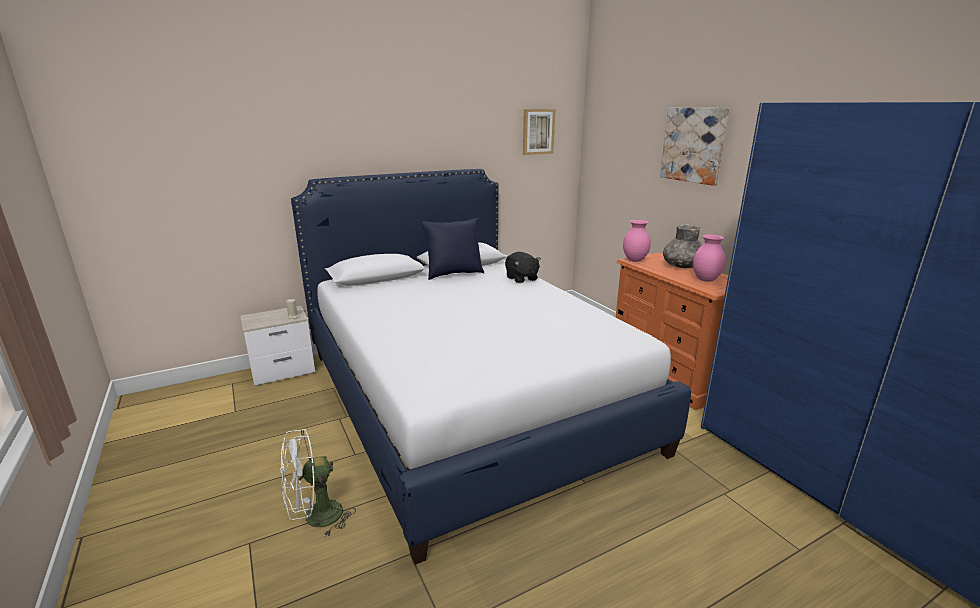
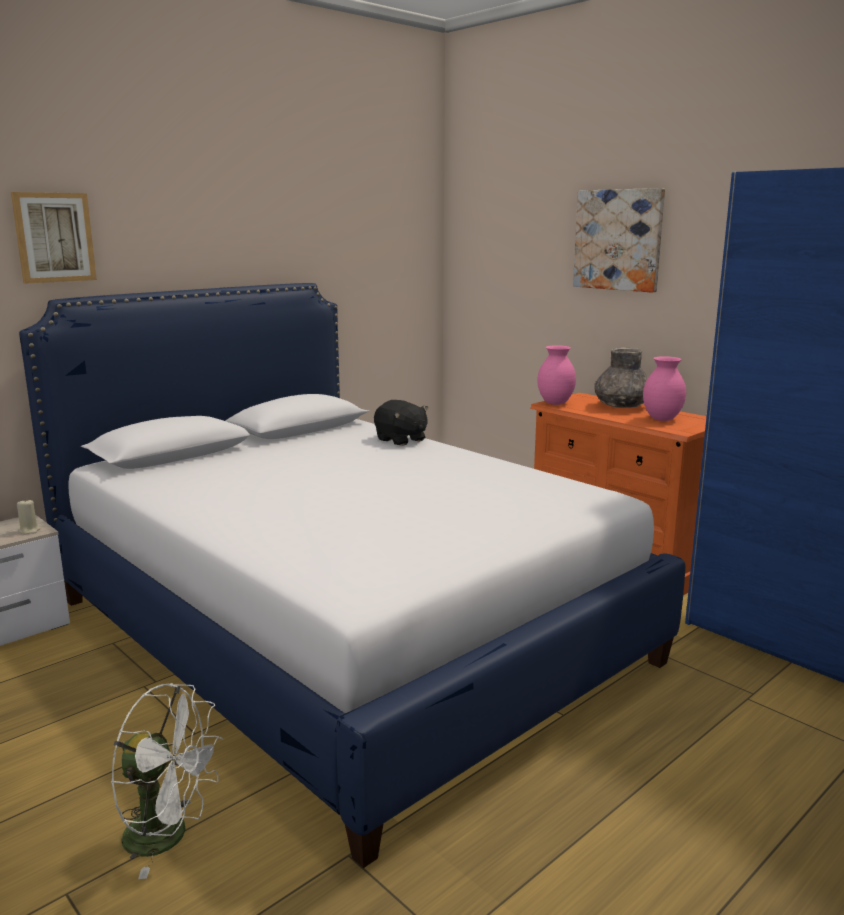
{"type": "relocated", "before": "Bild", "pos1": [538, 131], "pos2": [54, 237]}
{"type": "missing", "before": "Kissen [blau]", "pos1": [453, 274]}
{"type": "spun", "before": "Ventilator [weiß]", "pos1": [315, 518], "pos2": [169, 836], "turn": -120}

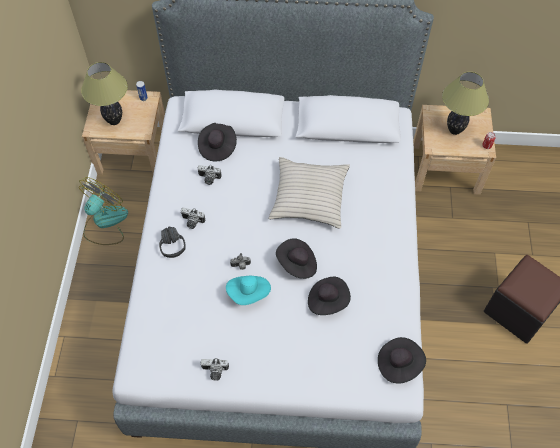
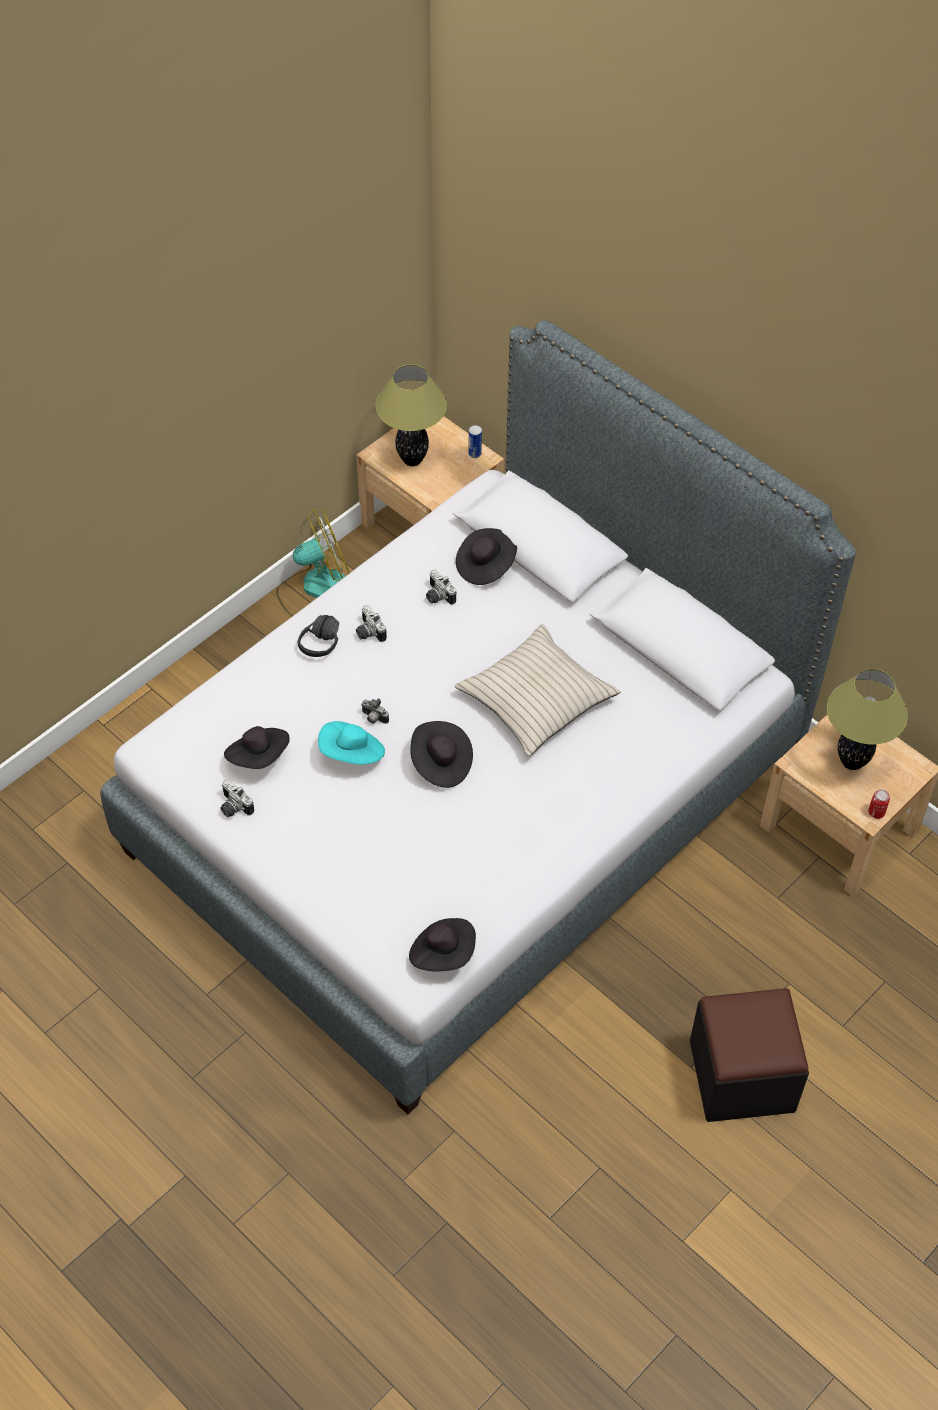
{"type": "relocated", "before": "Hut [schwarz]", "pos1": [327, 300], "pos2": [259, 757]}

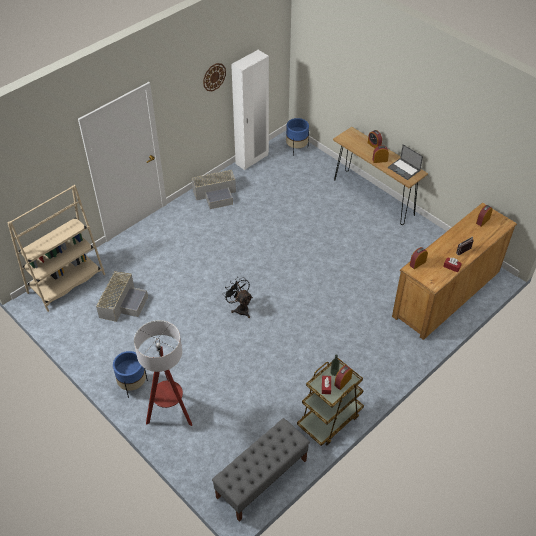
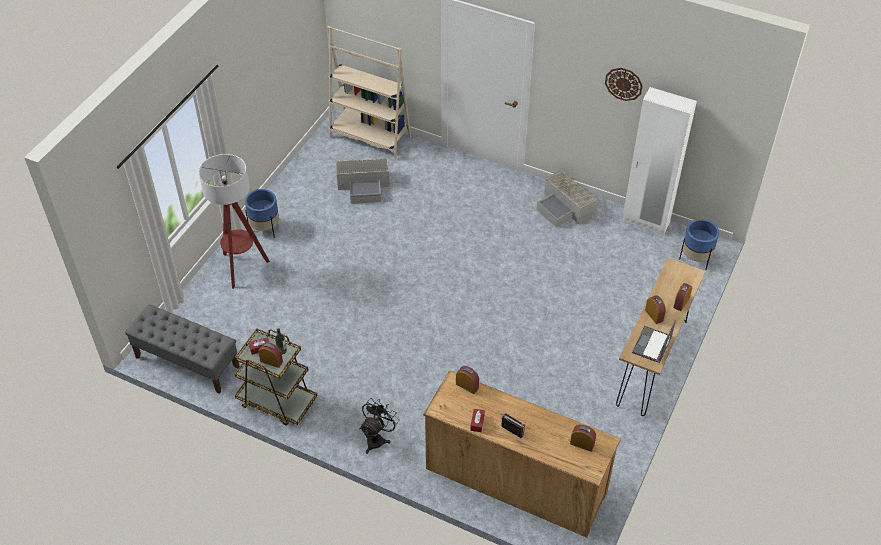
{"type": "relocated", "before": "Ventilator [schwarz]", "pos1": [240, 308], "pos2": [377, 438]}

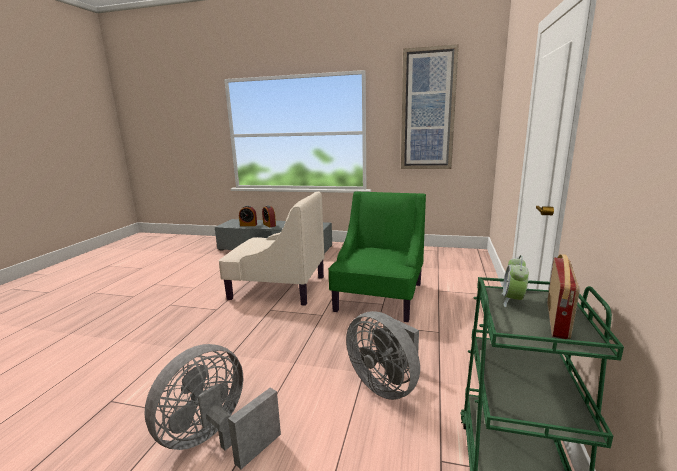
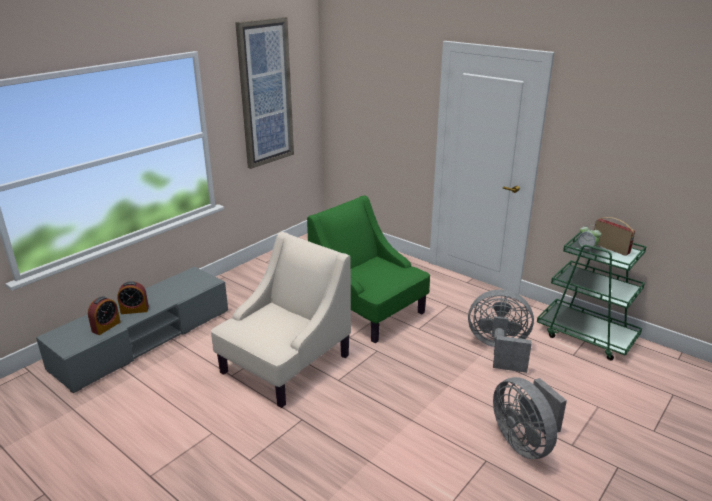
{"type": "spun", "before": "Ventilator [grau]", "pos1": [385, 384], "pos2": [499, 350], "turn": -150}

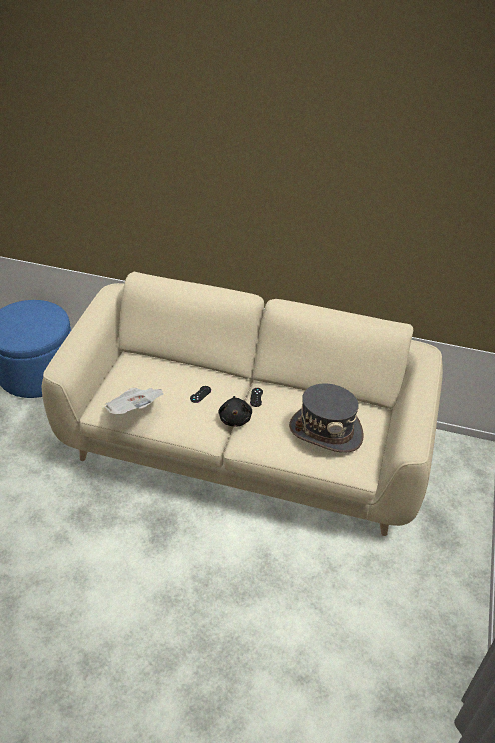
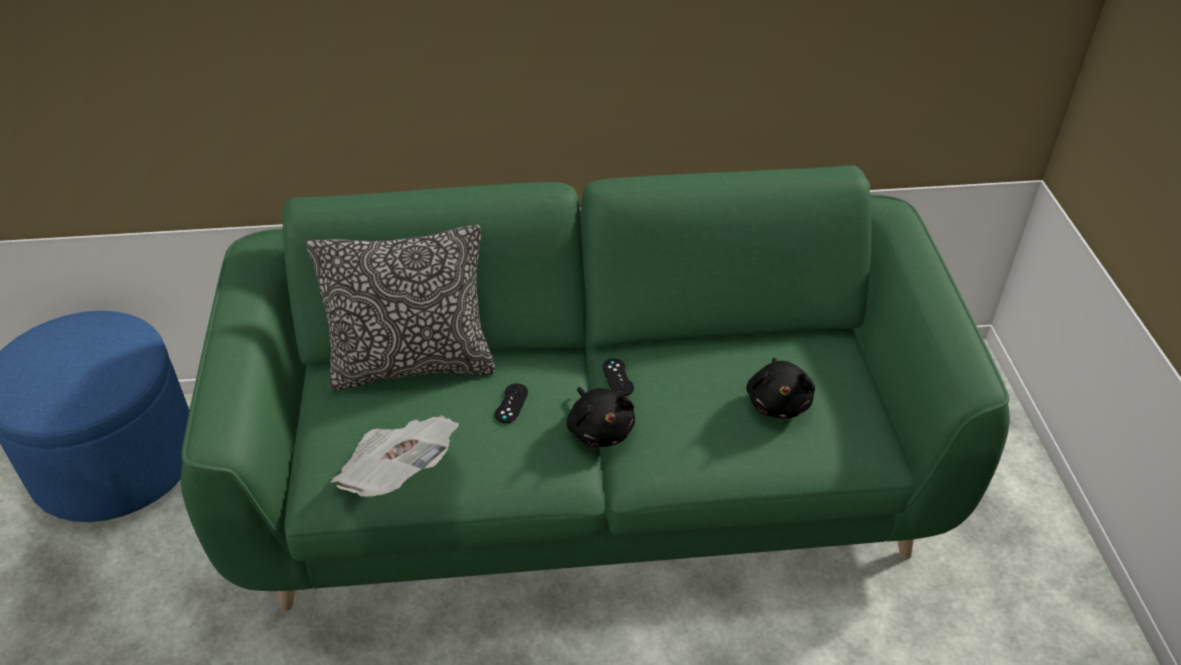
{"type": "colour", "before": "Sofa [beige]", "after": "Sofa [grün]", "pos1": [244, 449], "pos2": [590, 482]}
{"type": "exchanged", "before": "Hut [grau]", "after": "Plüschtier [schwarz]", "pos1": [326, 431], "pos2": [778, 402]}
{"type": "appeared", "after": "Kissen", "pos2": [412, 365]}

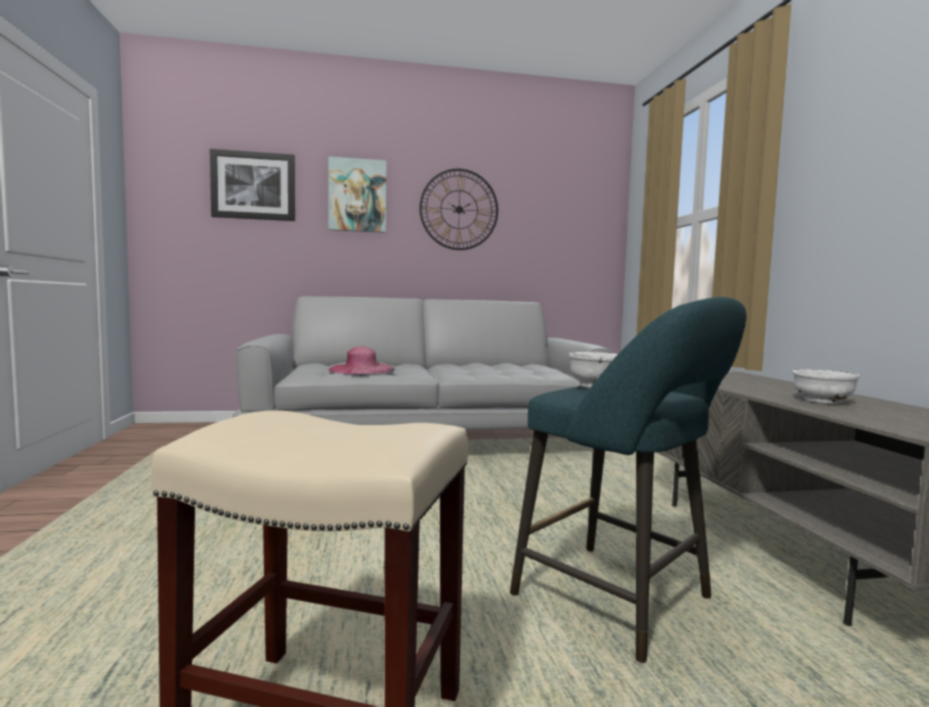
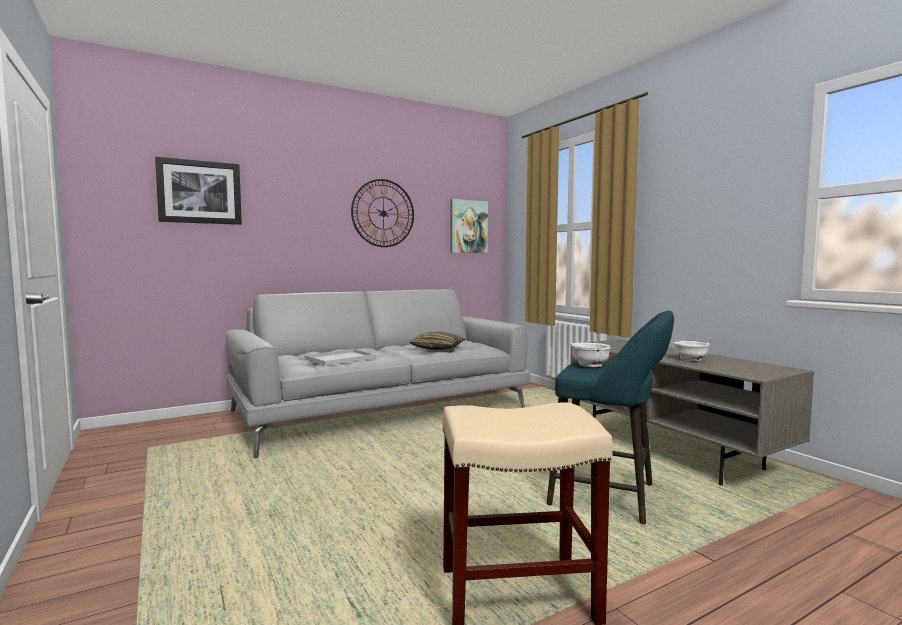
{"type": "relocated", "before": "Bild", "pos1": [357, 195], "pos2": [468, 226]}
{"type": "exchanged", "before": "Hut [rosa]", "after": "Tablett [weiß]", "pos1": [361, 369], "pos2": [340, 358]}
{"type": "appeared", "after": "Kissen", "pos2": [437, 348]}

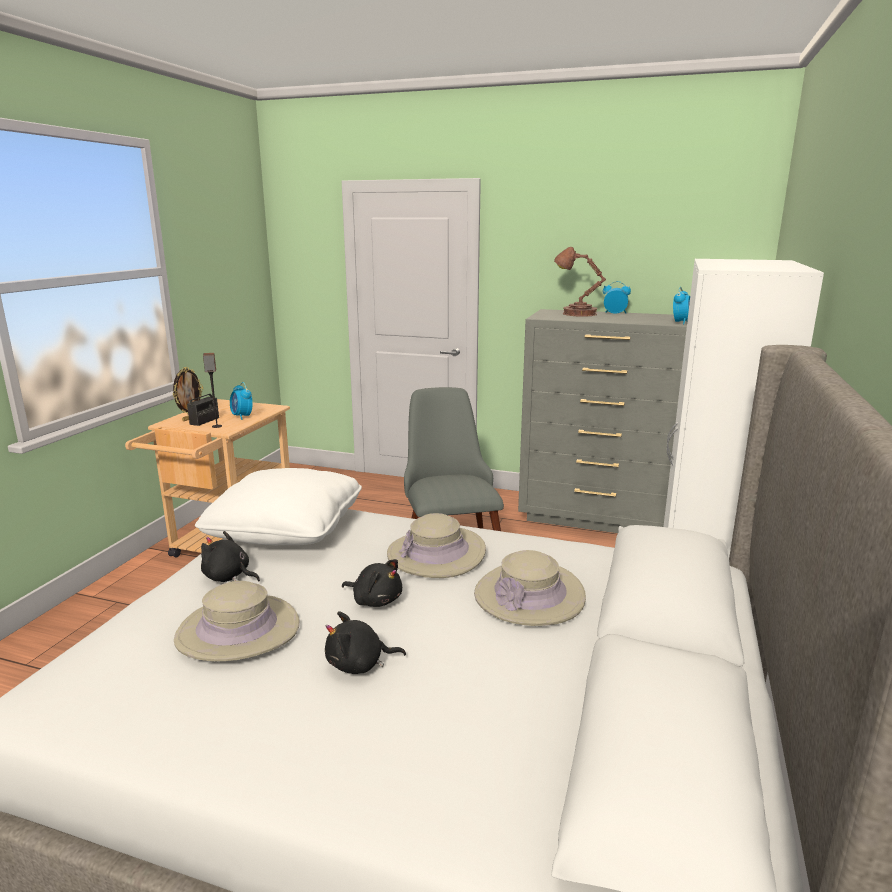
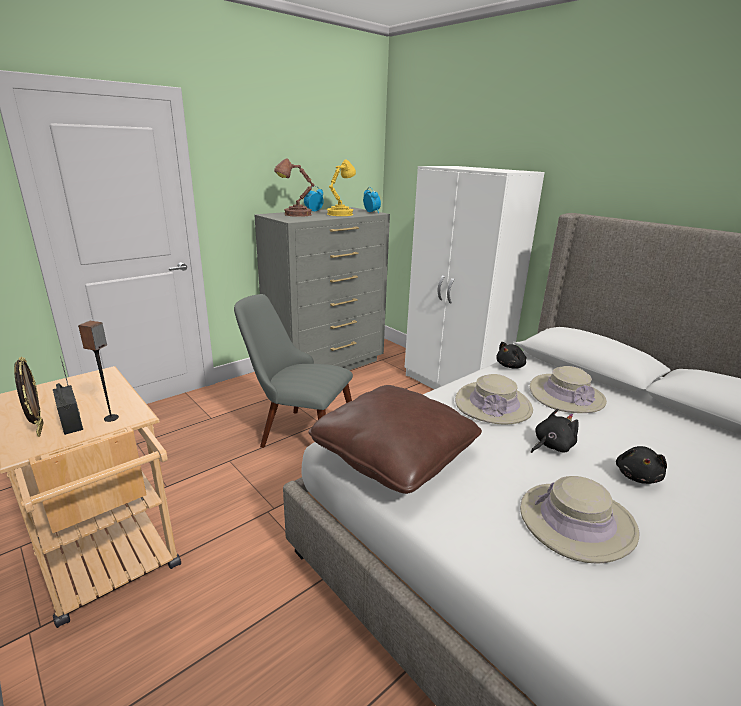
{"type": "missing", "before": "Wecker", "pos1": [242, 417]}
{"type": "colour", "before": "Kissen [weiß]", "after": "Kissen [braun]", "pos1": [286, 529], "pos2": [394, 454]}
{"type": "relocated", "before": "Plüschtier [schwarz]", "pos1": [229, 577], "pos2": [511, 366]}
{"type": "appeared", "after": "Tischlampe [gelb]", "pos2": [341, 214]}

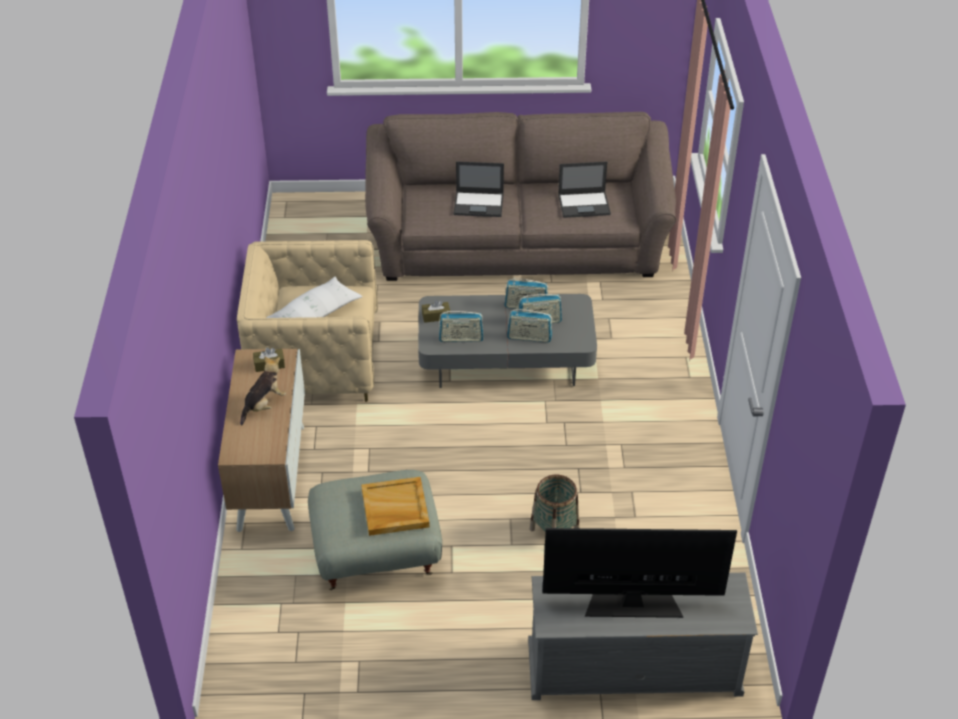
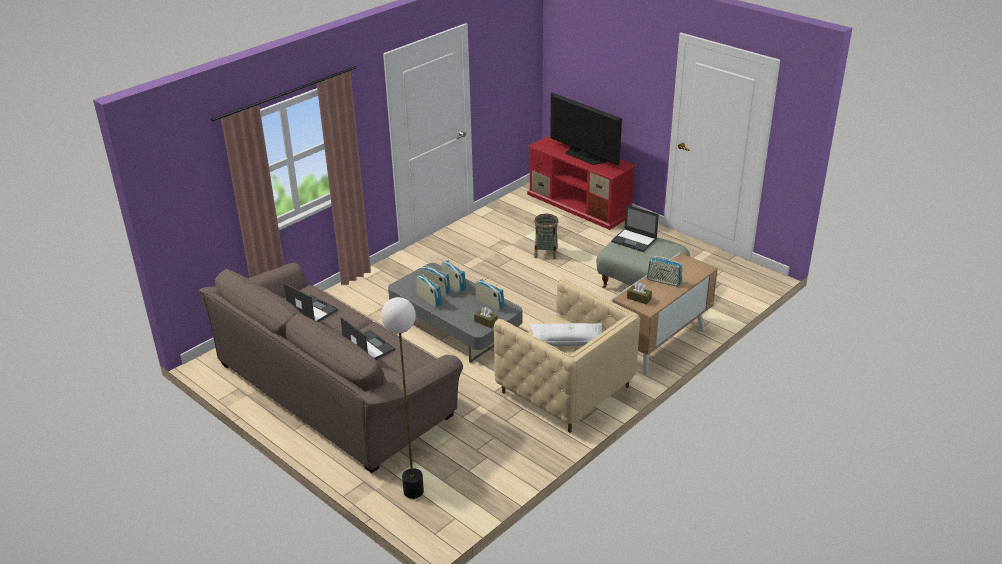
{"type": "exchanged", "before": "Plüschtier", "after": "Radio", "pos1": [264, 405], "pos2": [664, 281]}
{"type": "exchanged", "before": "Tablett [beige]", "after": "Laptop", "pos1": [394, 509], "pos2": [634, 240]}
{"type": "colour", "before": "Fernsehschrank [grau]", "after": "Fernsehschrank [rot]", "pos1": [632, 669], "pos2": [580, 205]}
{"type": "appeared", "after": "Stehlampe", "pos2": [413, 491]}

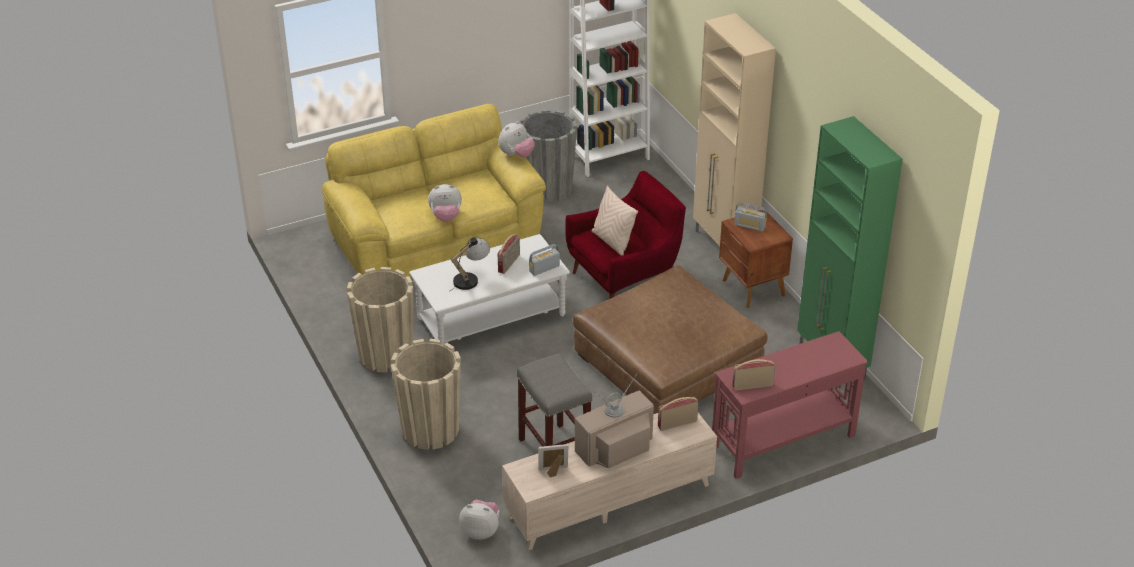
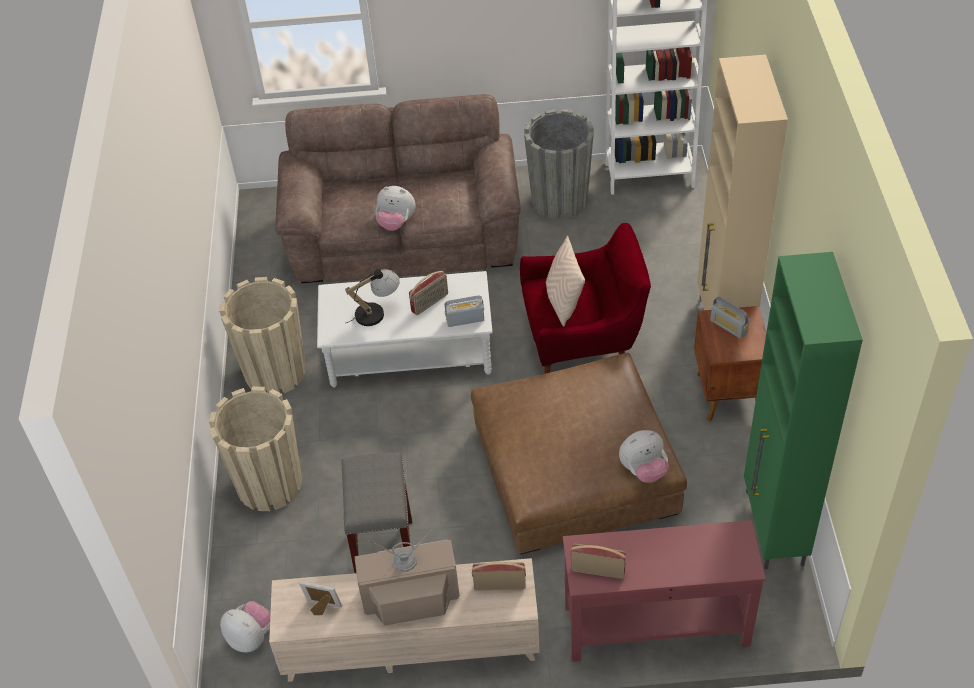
{"type": "colour", "before": "Sofa [gelb]", "after": "Sofa [braun]", "pos1": [434, 237], "pos2": [404, 234]}
{"type": "relocated", "before": "Plüschtier", "pos1": [516, 155], "pos2": [643, 470]}

